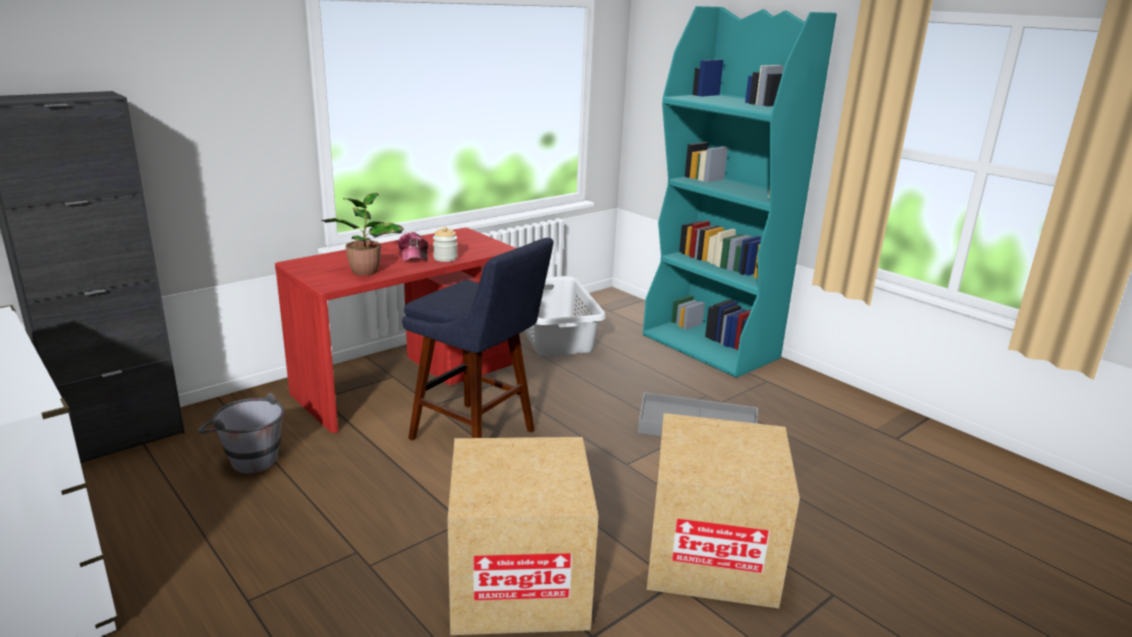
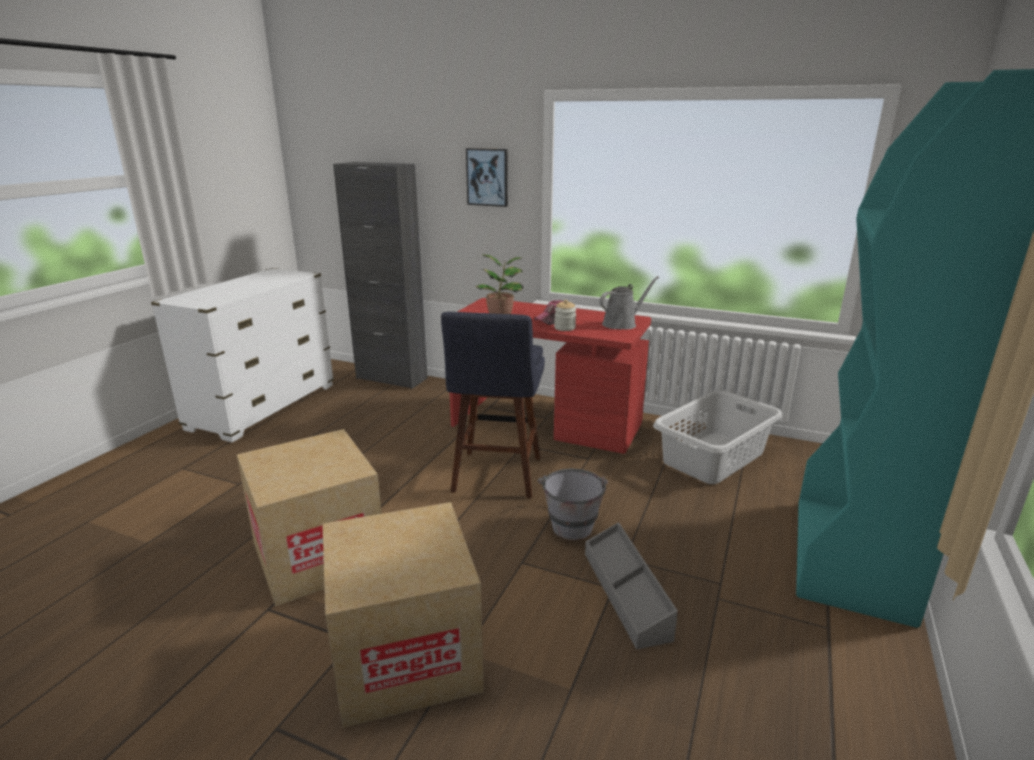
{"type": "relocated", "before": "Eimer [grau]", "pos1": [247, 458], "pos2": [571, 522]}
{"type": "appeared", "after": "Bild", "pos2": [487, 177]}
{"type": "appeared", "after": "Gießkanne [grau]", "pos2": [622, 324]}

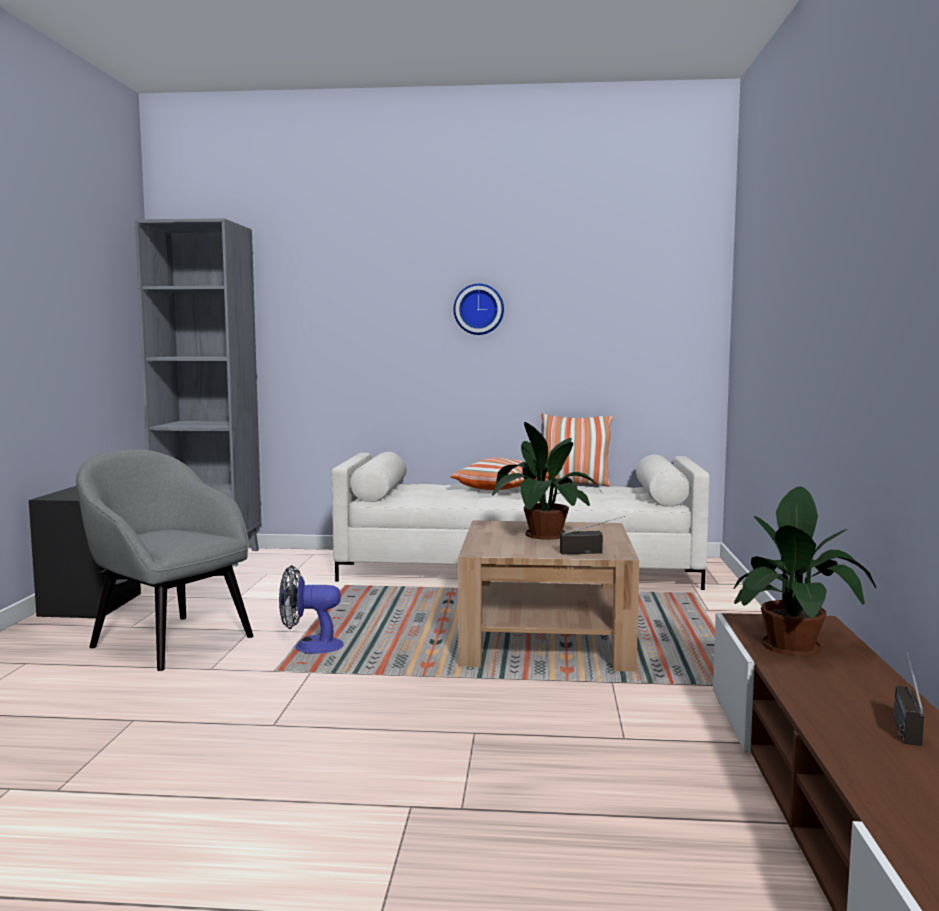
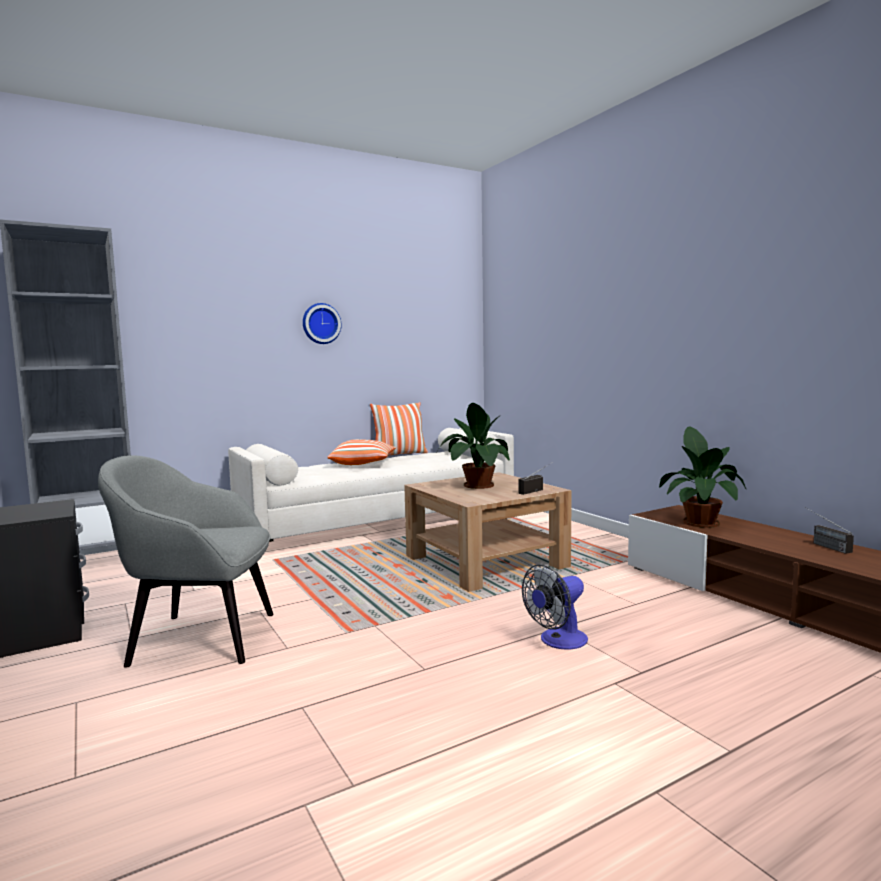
{"type": "relocated", "before": "Ventilator", "pos1": [310, 646], "pos2": [558, 641]}

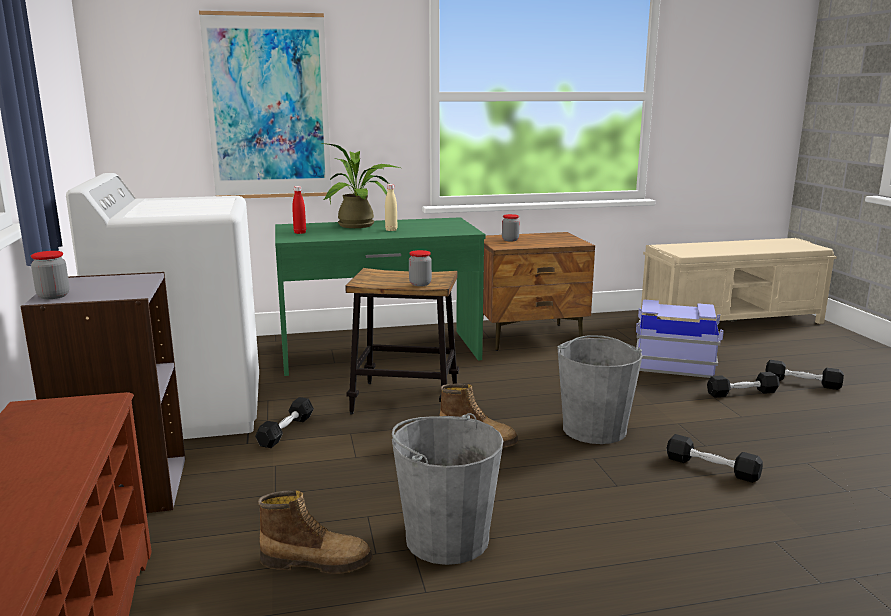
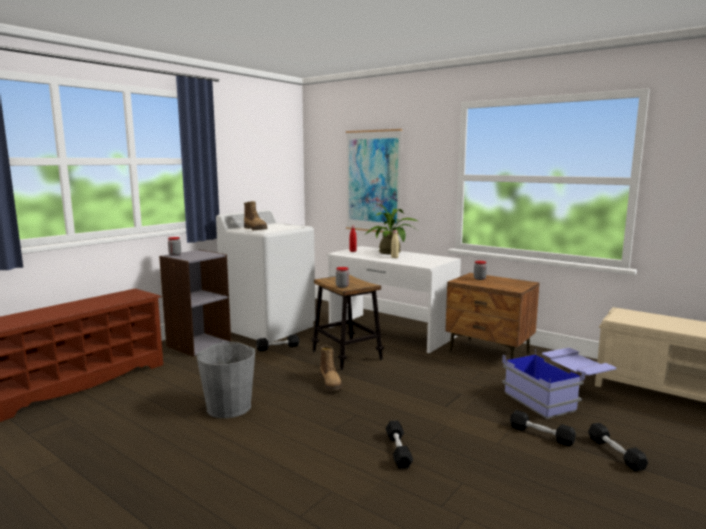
{"type": "colour", "before": "Schreibtisch [grün]", "after": "Schreibtisch [weiß]", "pos1": [380, 352], "pos2": [390, 332]}
{"type": "missing", "before": "Eimer [grau]", "pos1": [594, 429]}
{"type": "relocated", "before": "Stiefel", "pos1": [317, 562], "pos2": [256, 229]}

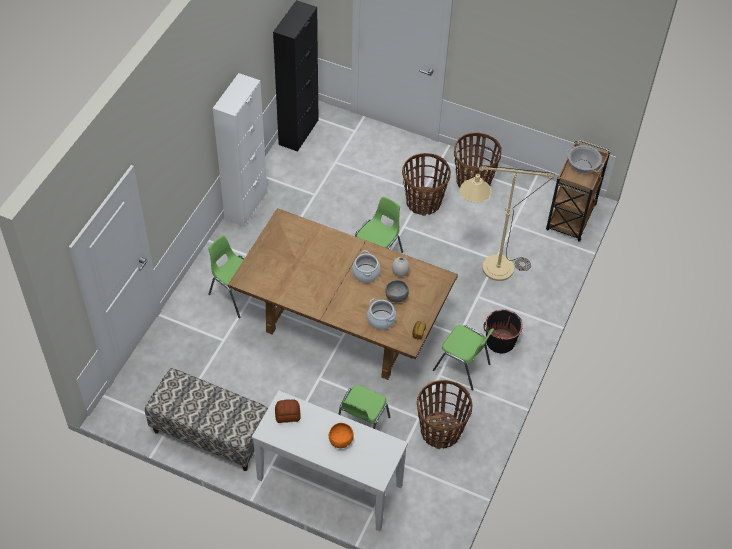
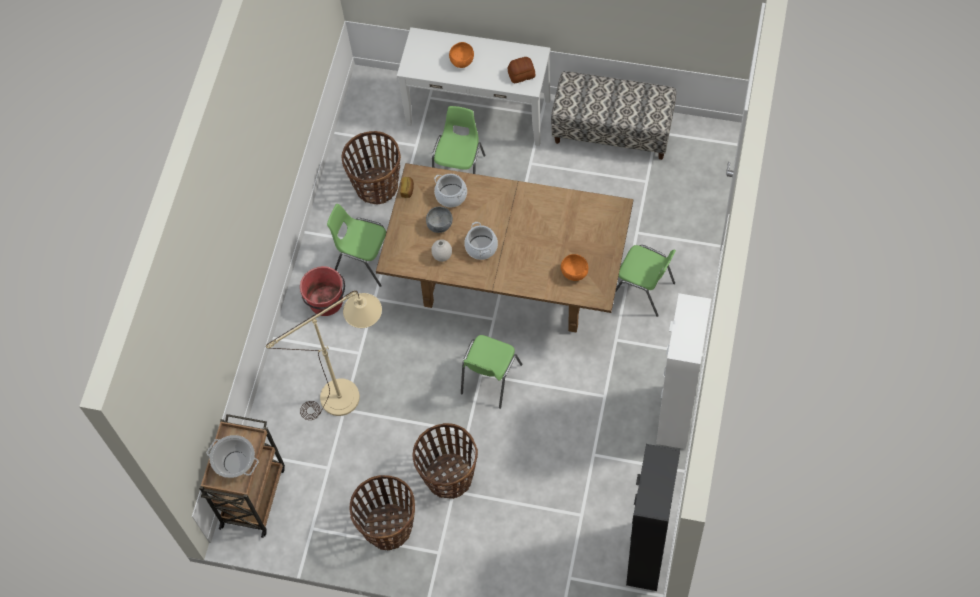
{"type": "colour", "before": "Eimer [schwarz]", "after": "Eimer [rot]", "pos1": [500, 341], "pos2": [326, 301]}
{"type": "appeared", "after": "Schüssel [orange]", "pos2": [574, 273]}

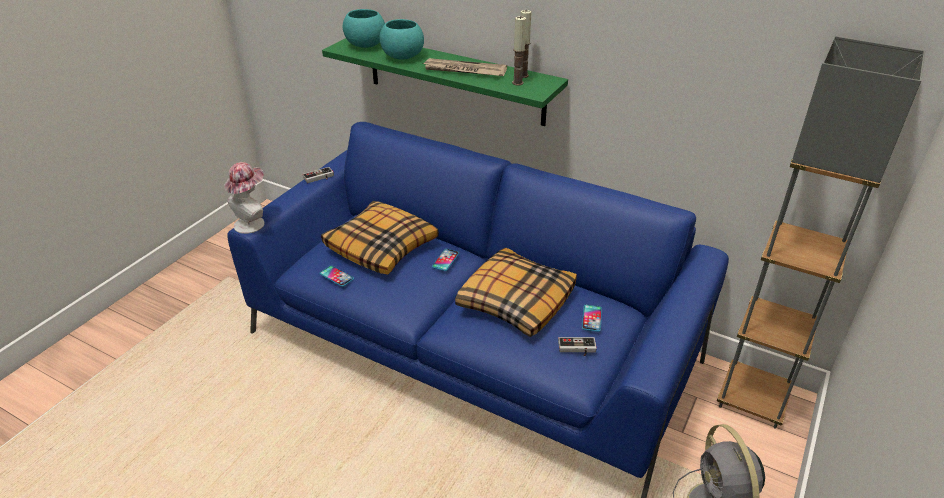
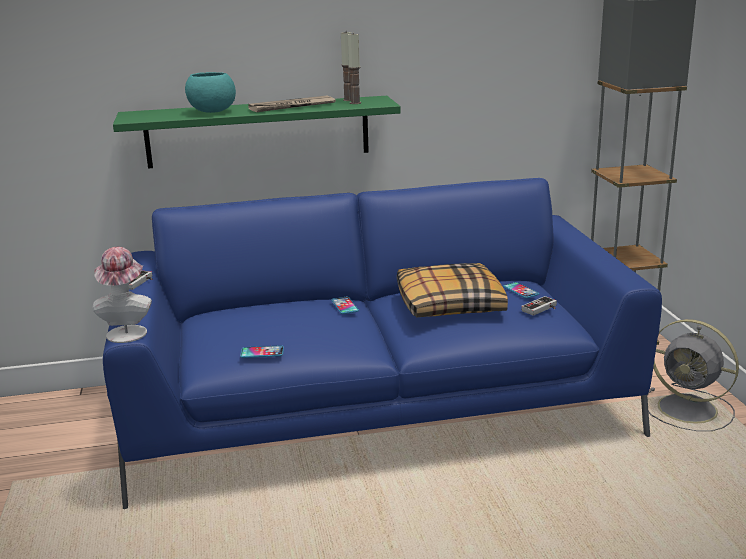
{"type": "missing", "before": "Schüssel [türkis]", "pos1": [365, 45]}
{"type": "missing", "before": "Kissen", "pos1": [382, 246]}

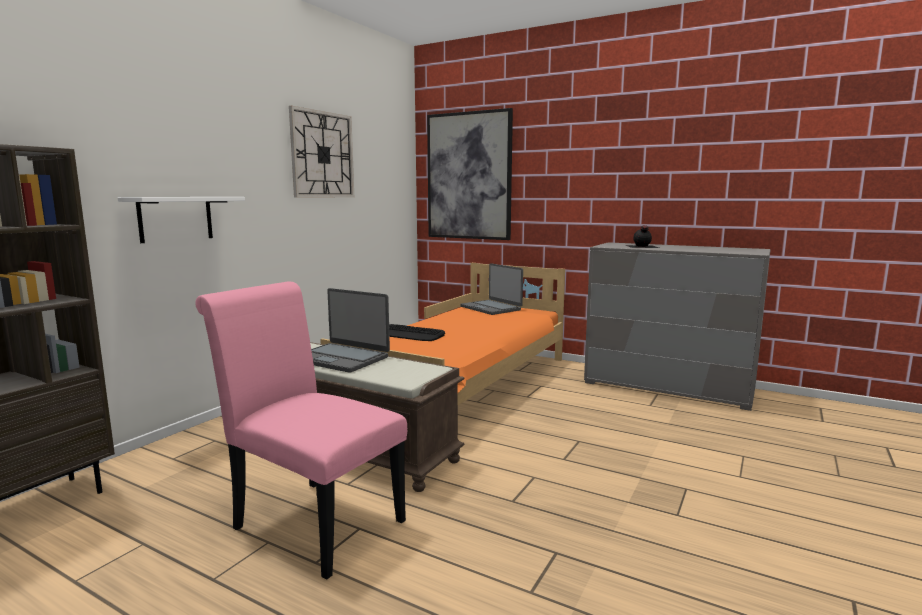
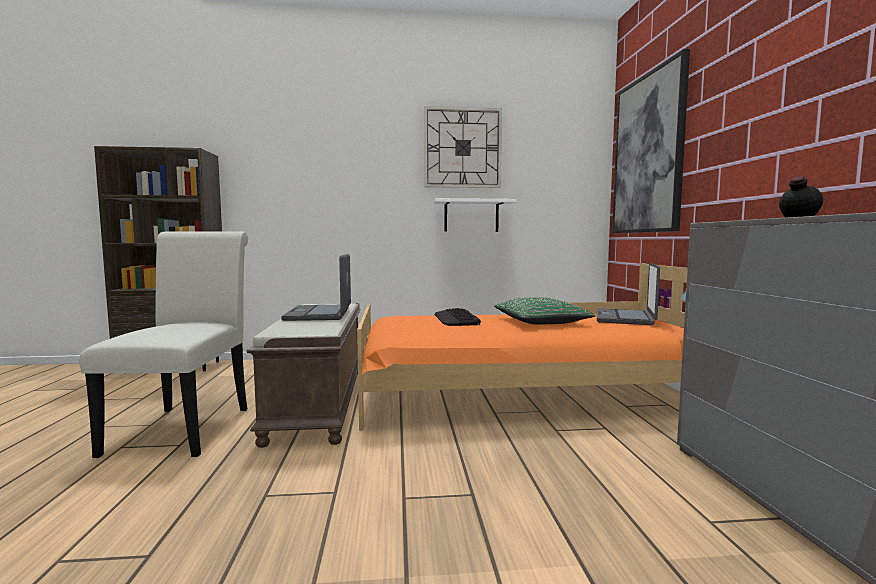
{"type": "relocated", "before": "Wandregal [weiß]", "pos1": [176, 218], "pos2": [471, 216]}
{"type": "colour", "before": "Stuhl [rosa]", "after": "Stuhl [weiß]", "pos1": [311, 521], "pos2": [186, 427]}
{"type": "appeared", "after": "Kissen [grün]", "pos2": [541, 321]}

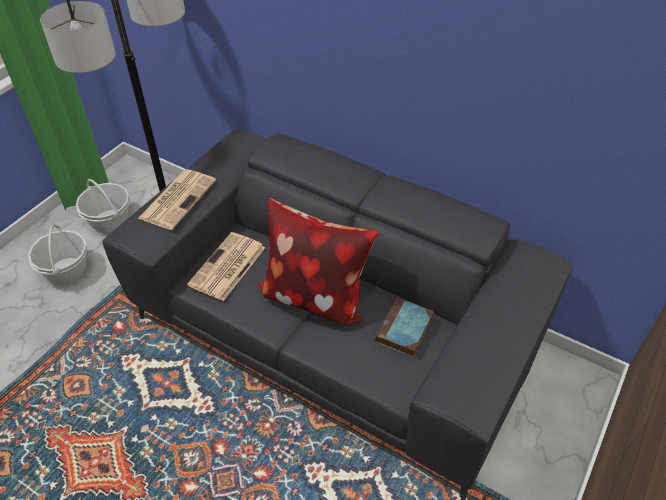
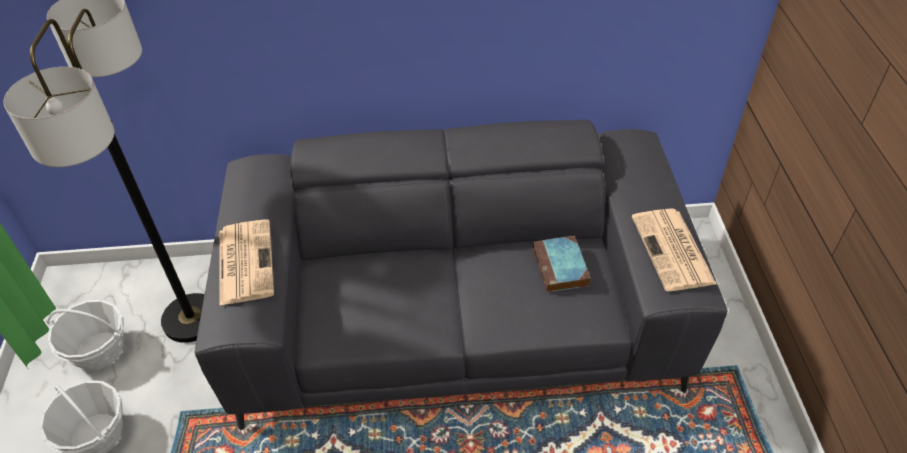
{"type": "missing", "before": "Kissen", "pos1": [314, 295]}
{"type": "relocated", "before": "Zeitung", "pos1": [227, 267], "pos2": [673, 251]}

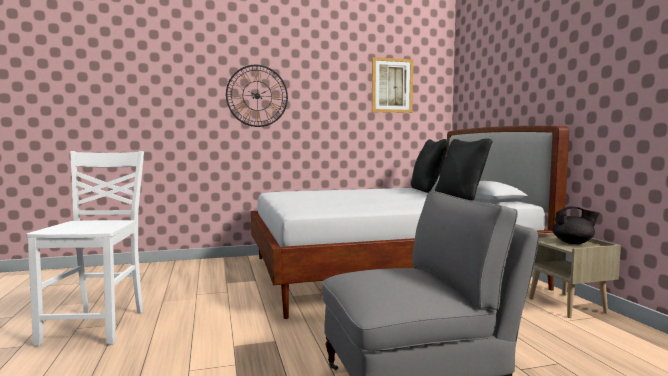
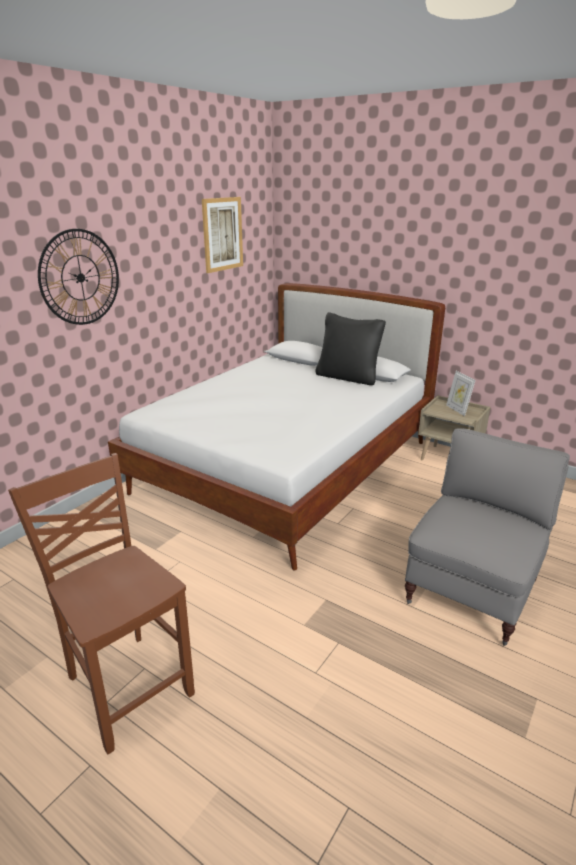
{"type": "missing", "before": "Kissen [schwarz]", "pos1": [427, 190]}
{"type": "colour", "before": "Stuhl [weiß]", "after": "Stuhl [braun]", "pos1": [97, 326], "pos2": [127, 685]}
{"type": "exchanged", "before": "Teekanne [schwarz]", "after": "Bilderrahmen", "pos1": [573, 243], "pos2": [457, 410]}

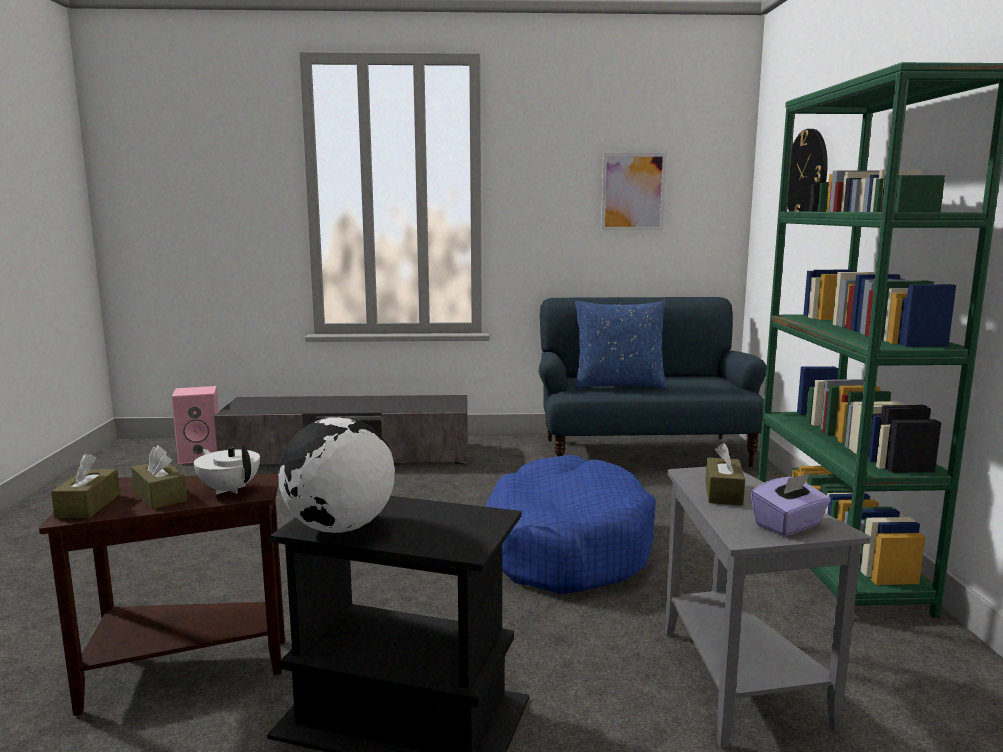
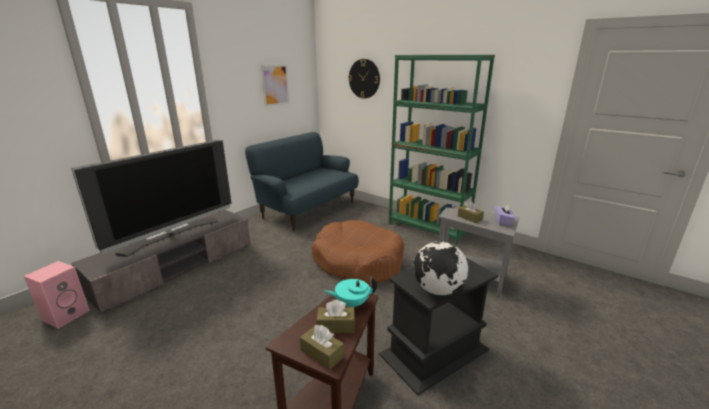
{"type": "missing", "before": "Kissen [blau]", "pos1": [619, 385]}
{"type": "colour", "before": "Teekanne [weiß]", "after": "Teekanne [türkis]", "pos1": [229, 489], "pos2": [351, 303]}
{"type": "colour", "before": "Hundebett [blau]", "after": "Hundebett [braun]", "pos1": [565, 547], "pos2": [357, 261]}
{"type": "appeared", "after": "Fernseher", "pos2": [172, 235]}

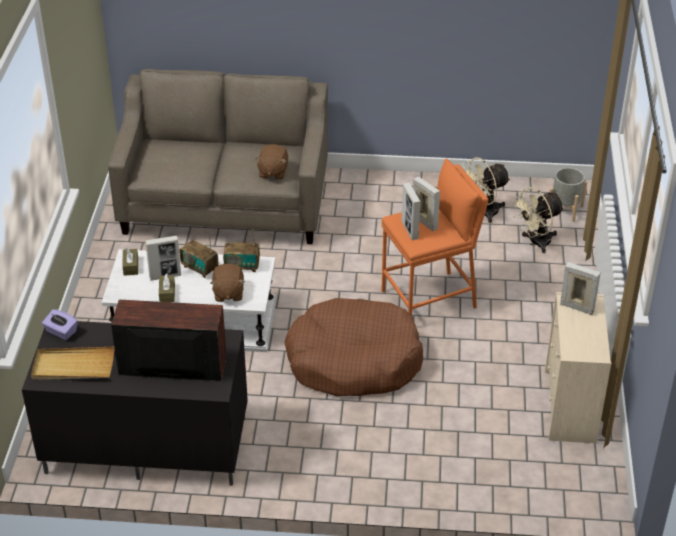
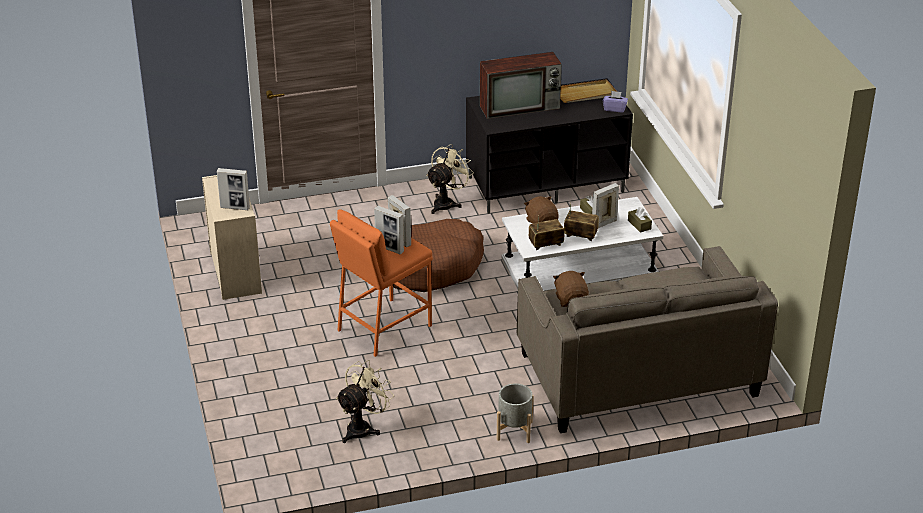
{"type": "relocated", "before": "Pflanzkübel [grau]", "pos1": [565, 210], "pos2": [515, 430]}
{"type": "relocated", "before": "Ventilator [beige]", "pos1": [535, 242], "pos2": [447, 203]}

